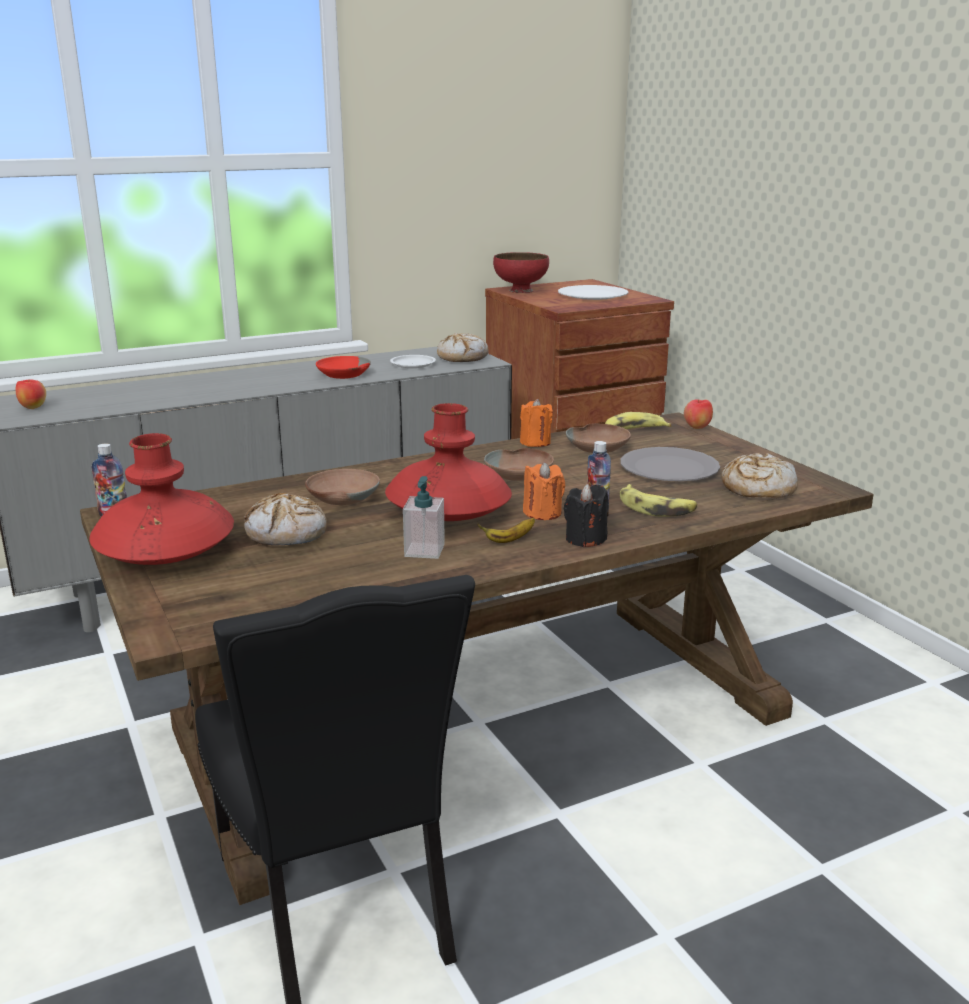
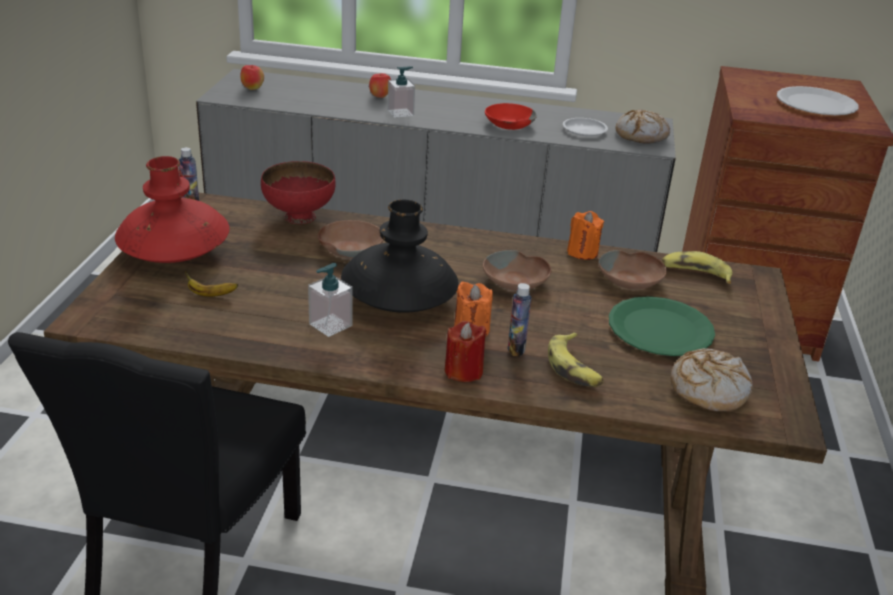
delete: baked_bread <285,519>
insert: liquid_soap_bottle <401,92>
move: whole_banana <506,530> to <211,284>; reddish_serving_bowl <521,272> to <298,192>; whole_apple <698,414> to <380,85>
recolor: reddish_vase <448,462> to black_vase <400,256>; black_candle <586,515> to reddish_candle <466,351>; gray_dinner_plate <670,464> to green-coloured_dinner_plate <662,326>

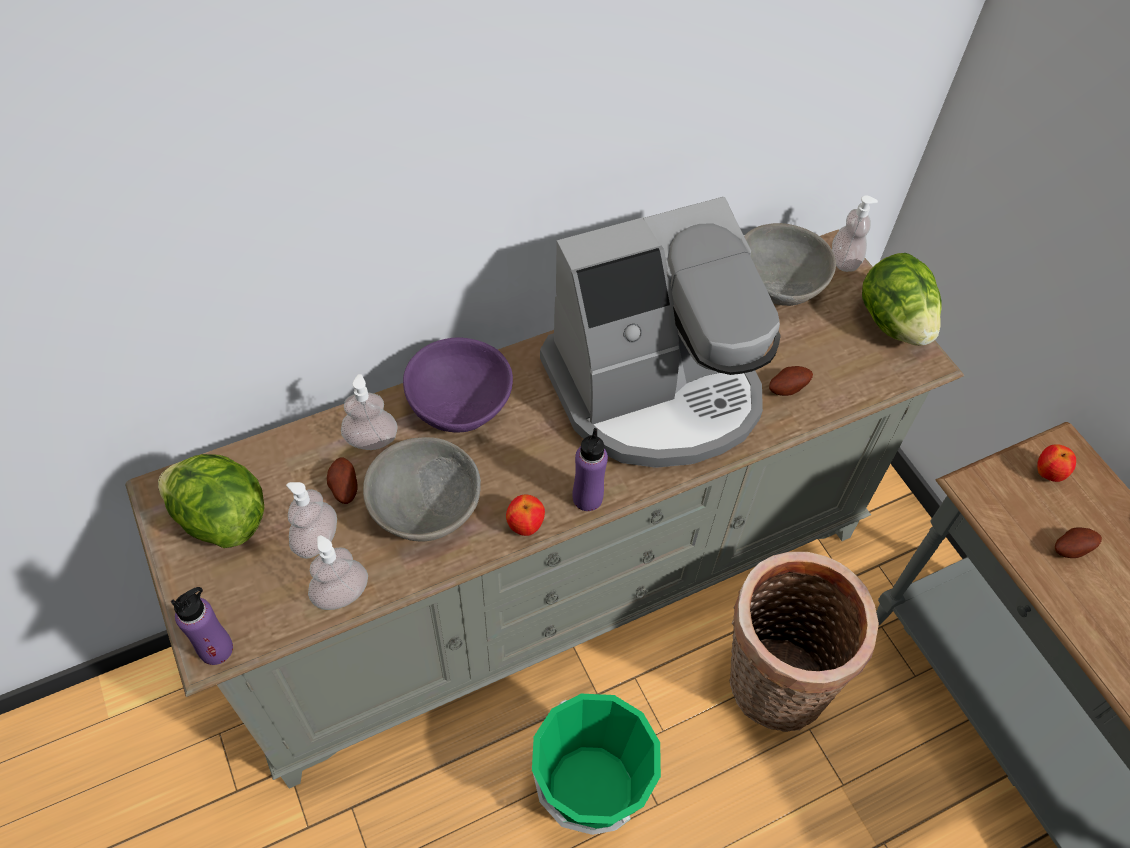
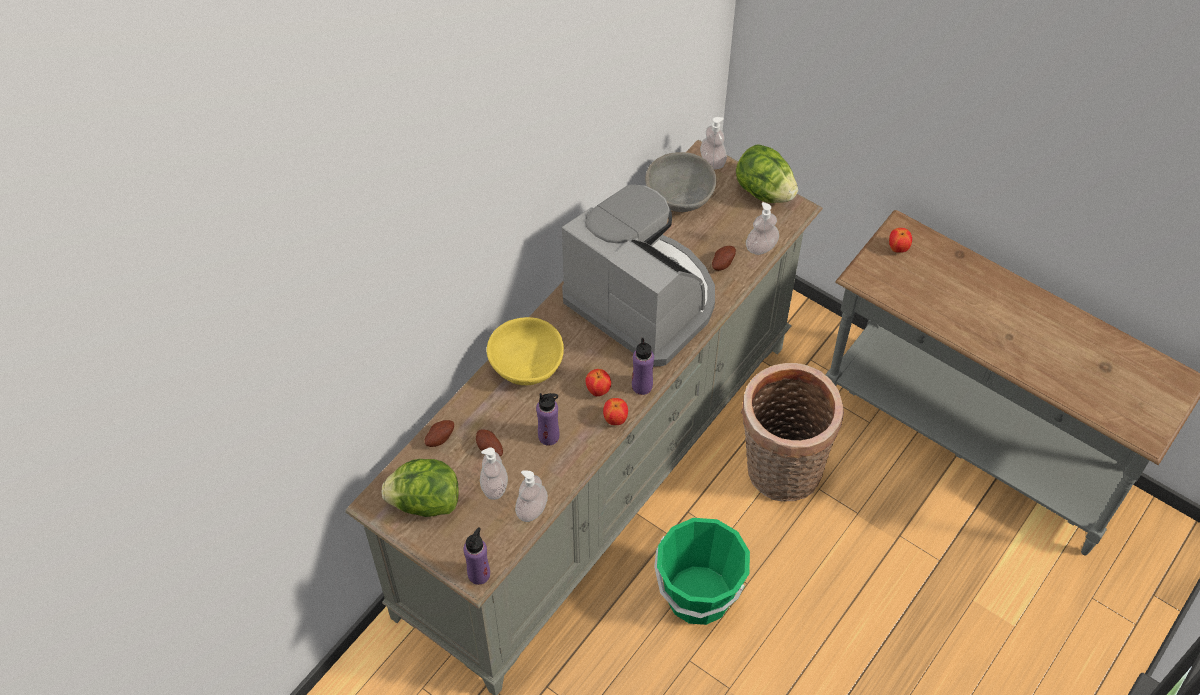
insert: whole_apple <598,382>
move: liquid_soap_bottle <369,412> to <762,228>; spud <1078,543> to <439,433>
replace: gray_serving_bowl <422,489> to purple_beverage_bottle <547,419>
recolor: purple_serving_bowl <458,385> to yellowish_serving_bowl <525,351>
rotate: coffee_maker <660,332> = <638,275> 90 degrees counterclockwise

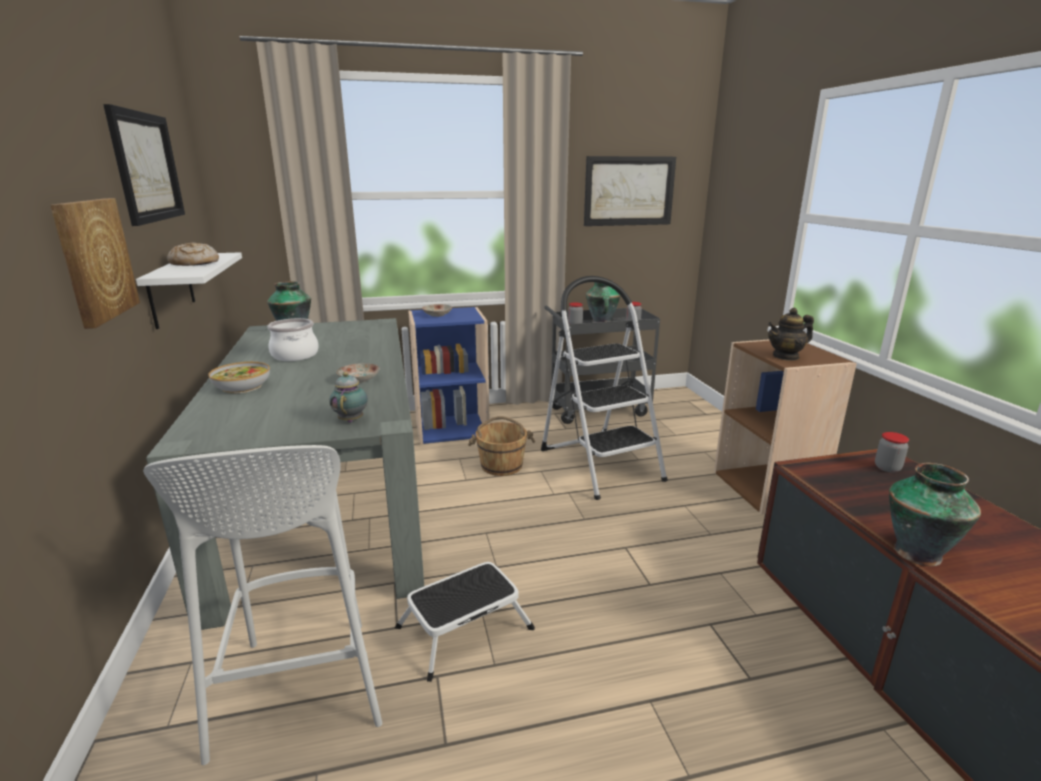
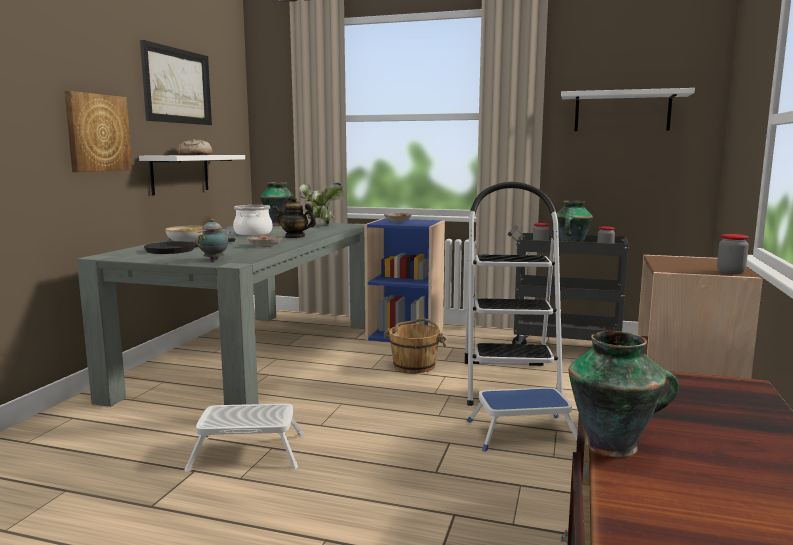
delete: white_sitting_stool <262,605>
insert: black_frying_pan <189,246>; potted_plant <322,204>; blue-coloured_step_stool <522,420>
move: pot_for_tea <791,334> to <295,217>; preserve_jar <892,452> to <733,254>
replace: wall_picture <630,191> to white_bracket_shelf <628,109>
recolor: black_step_stool <465,622> to white_step_stool <244,438>

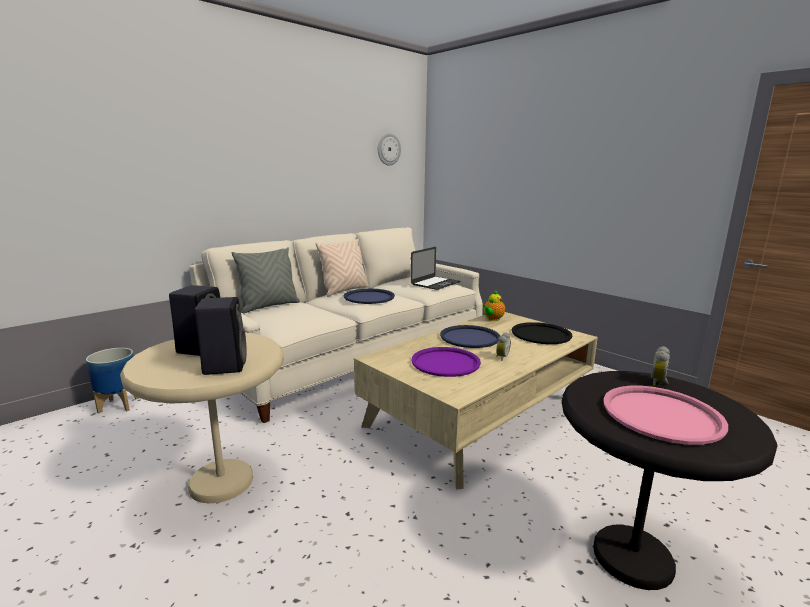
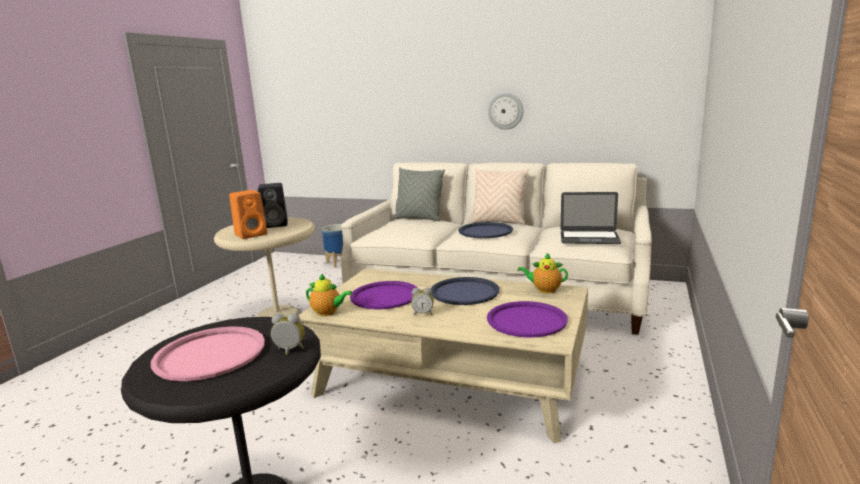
insert: pot_for_tea <329,294>
move: clock_on_the_wall <389,149> to <505,111>
recolor: black_audio_speaker <220,336> to orange-coloured_audio_speaker <248,214>; black_tray <542,333> to purple_tray <527,319>

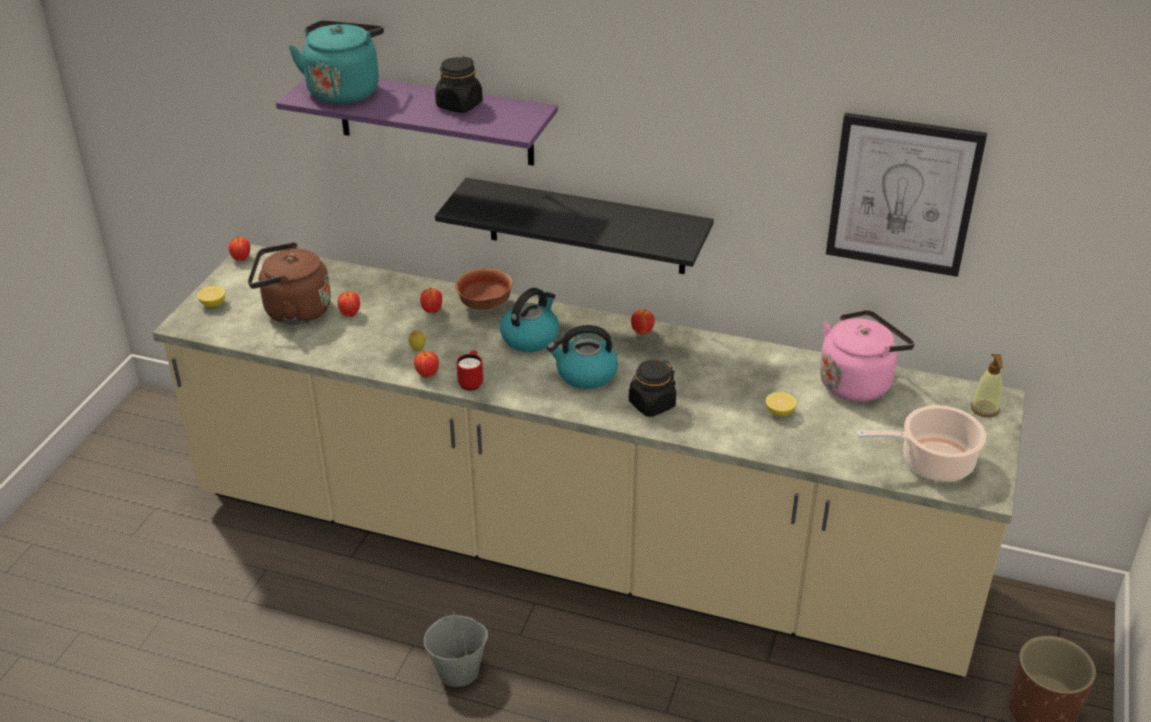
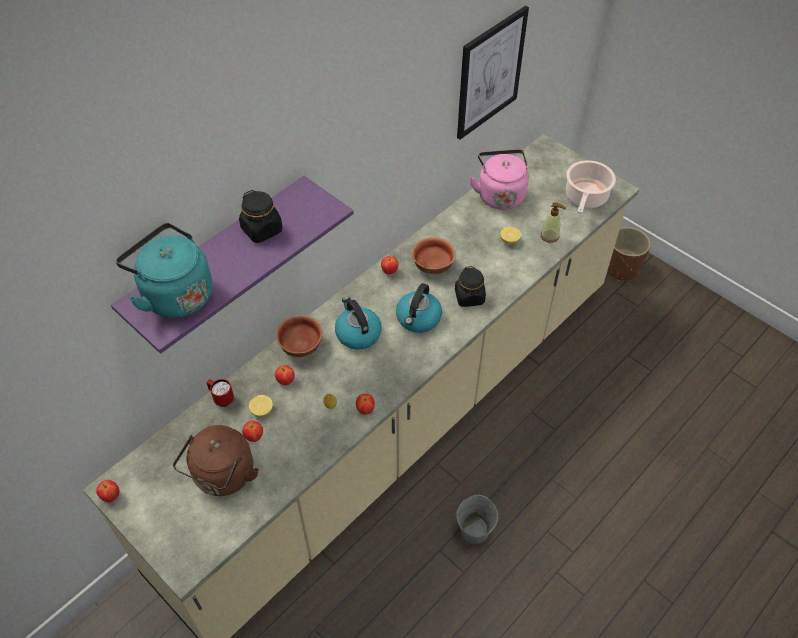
delete: black_bracket_shelf <574,226>
insert: serving_bowl <434,255>
move: citrus_fruit <211,296> to <261,406>; reddish_mug <469,370> to <220,393>; liquid_soap_bottle <987,385> to <553,222>

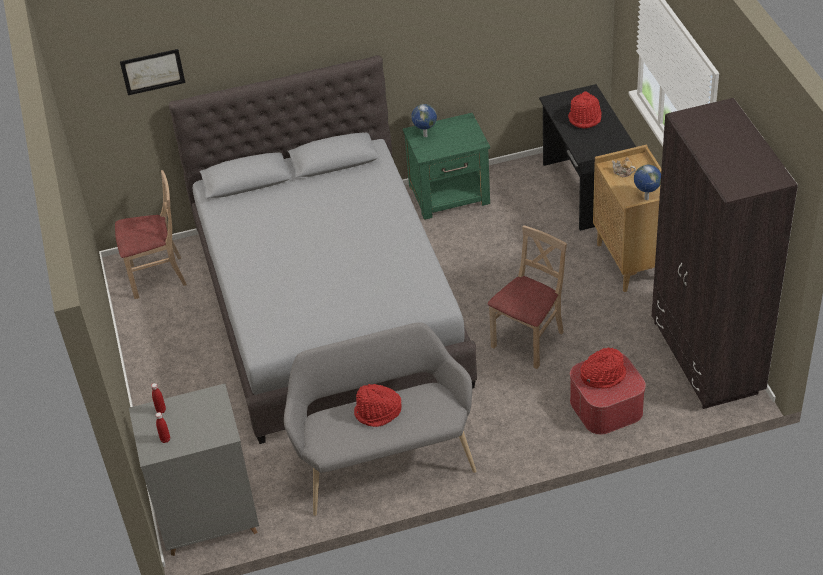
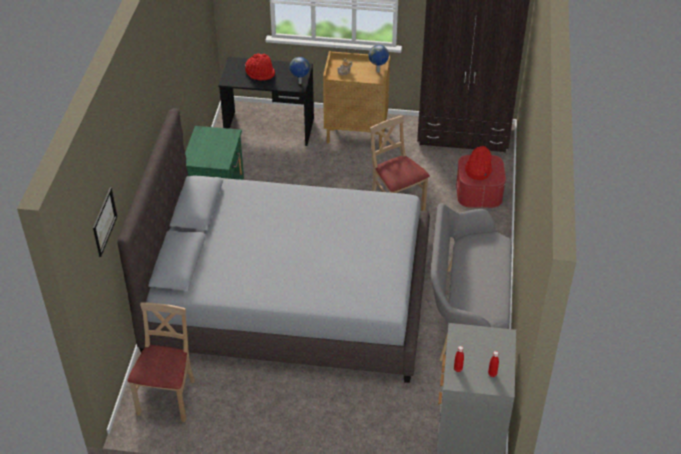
delete: reddish_clothing_hat <377,405>
move: globe <424,120> to <299,70>

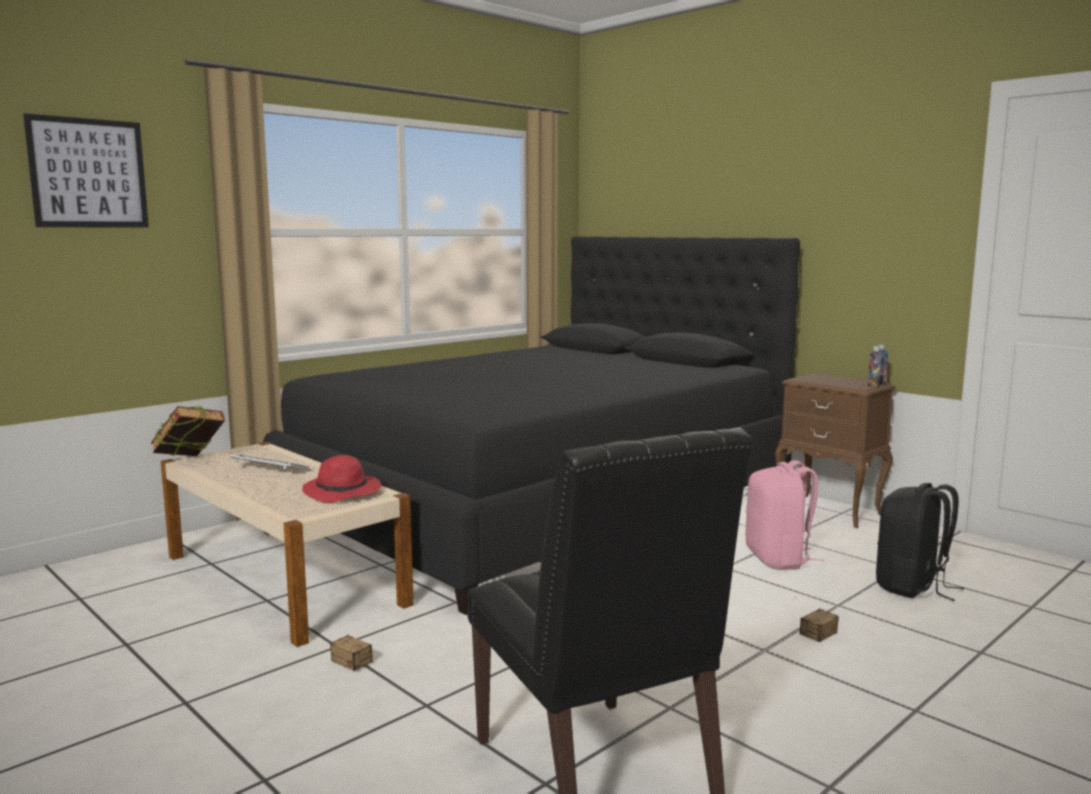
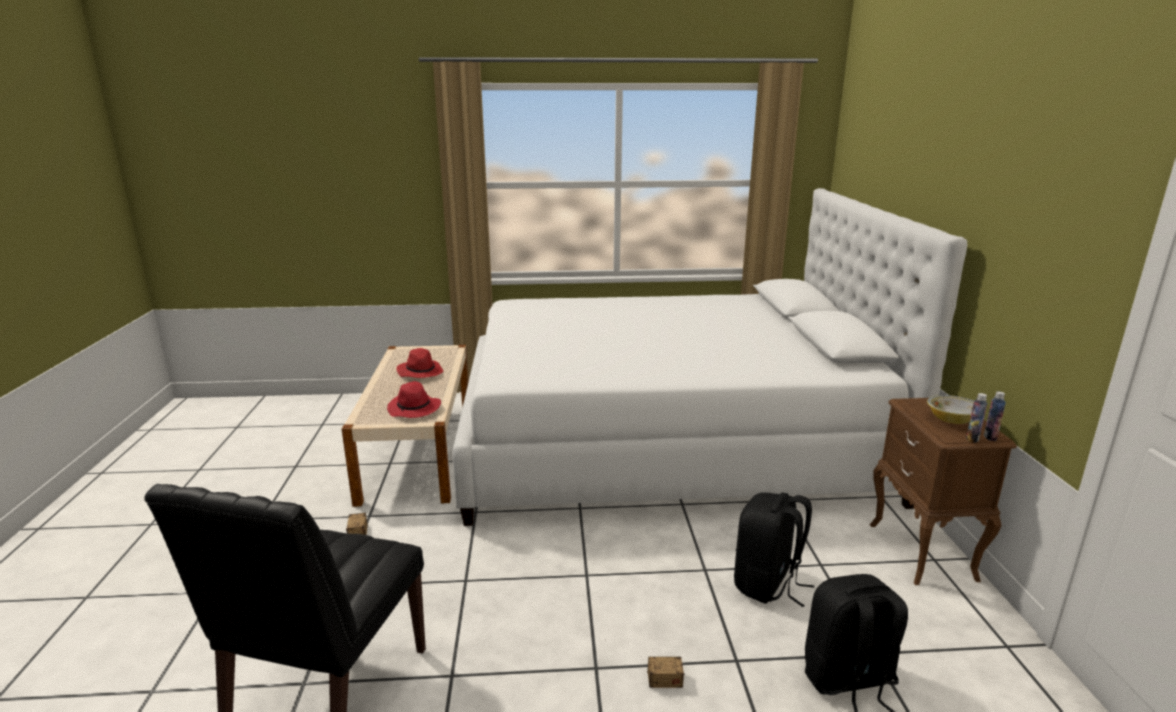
delete: wall_picture <86,170>; book <188,431>
insert: serving_bowl <950,409>
replace: keyboard <270,463> to reddish_clothing_hat <420,363>
recolor: black_bedroom_bed <532,425> to white_bedroom_bed <710,357>; pinkish_backpack <785,515> to black_backpack <774,549>

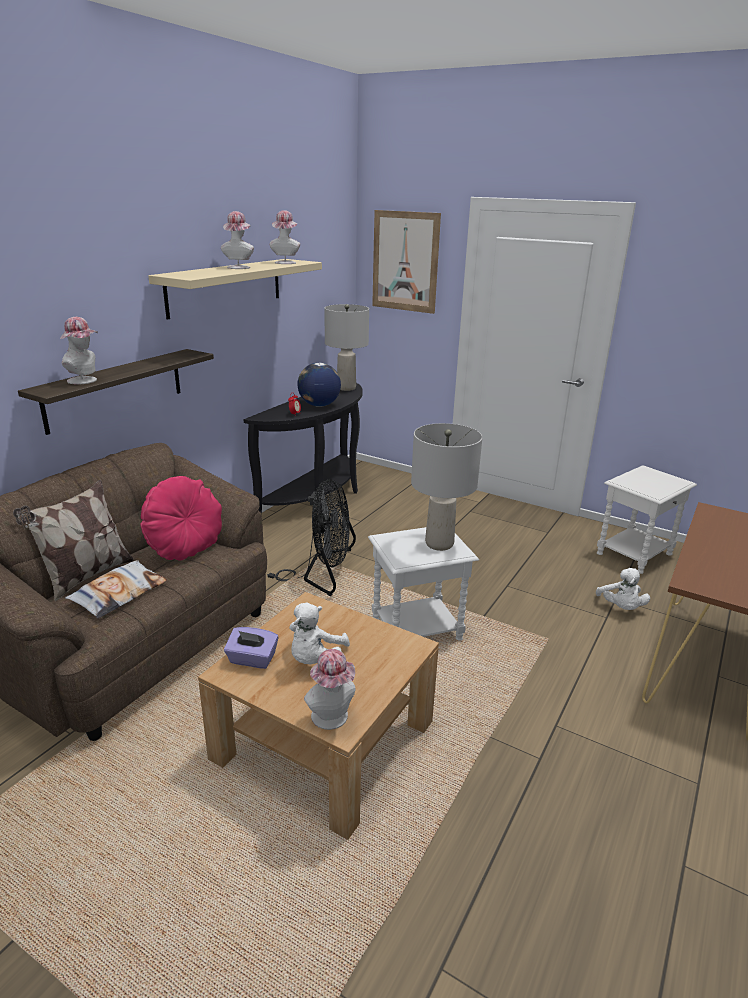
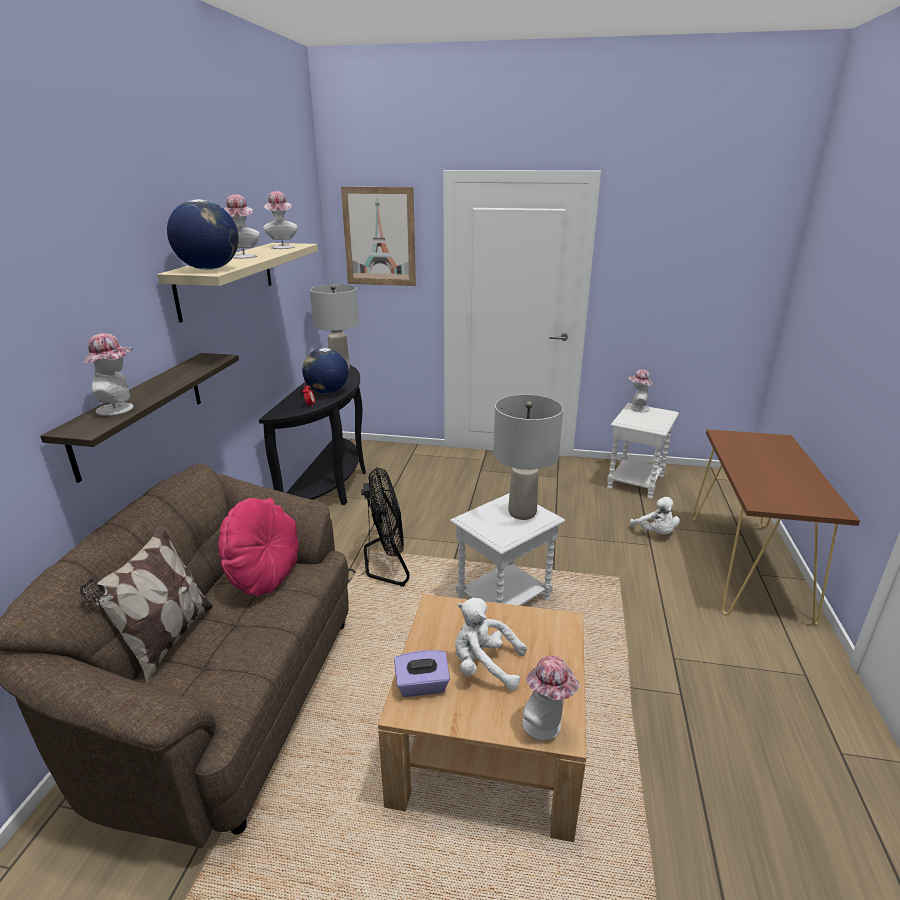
delete: throw_pillow <116,589>
insert: globe <203,234>; clothing_hat <641,390>
rotate: white_plush_toy <319,633> = <490,644> 105 degrees clockwise

